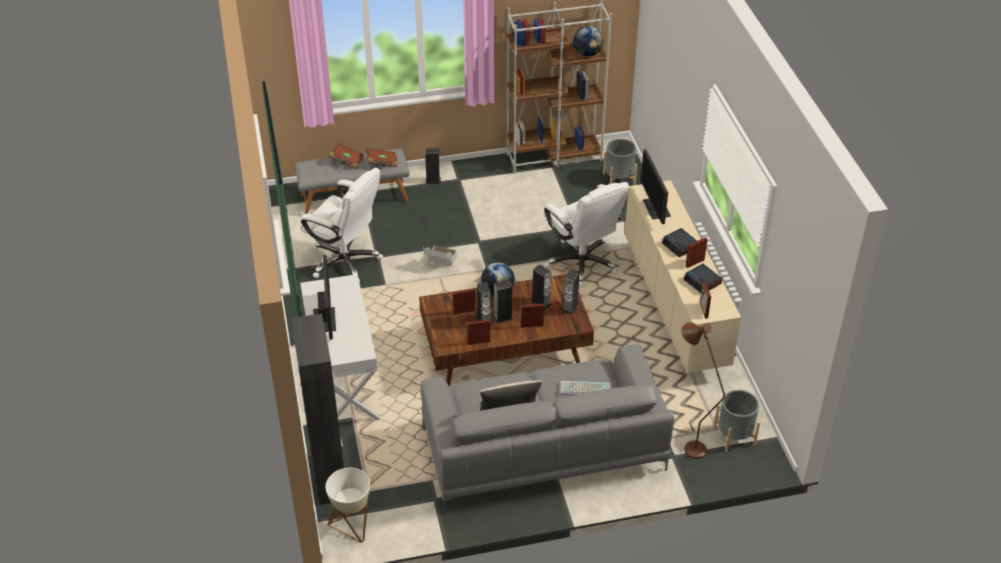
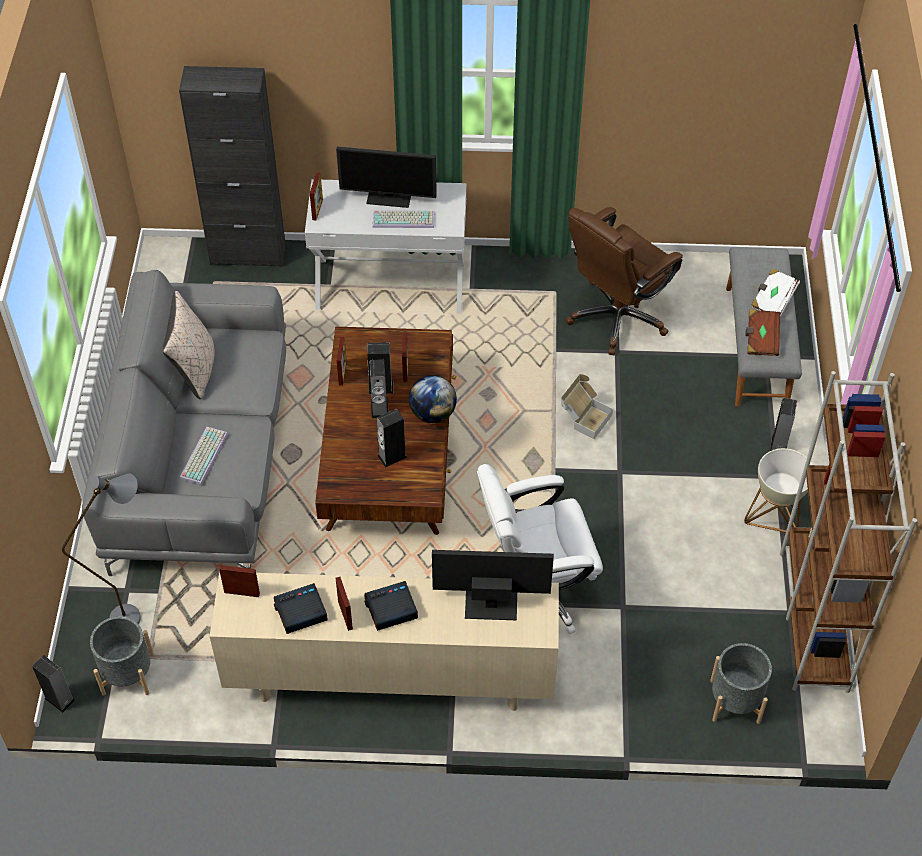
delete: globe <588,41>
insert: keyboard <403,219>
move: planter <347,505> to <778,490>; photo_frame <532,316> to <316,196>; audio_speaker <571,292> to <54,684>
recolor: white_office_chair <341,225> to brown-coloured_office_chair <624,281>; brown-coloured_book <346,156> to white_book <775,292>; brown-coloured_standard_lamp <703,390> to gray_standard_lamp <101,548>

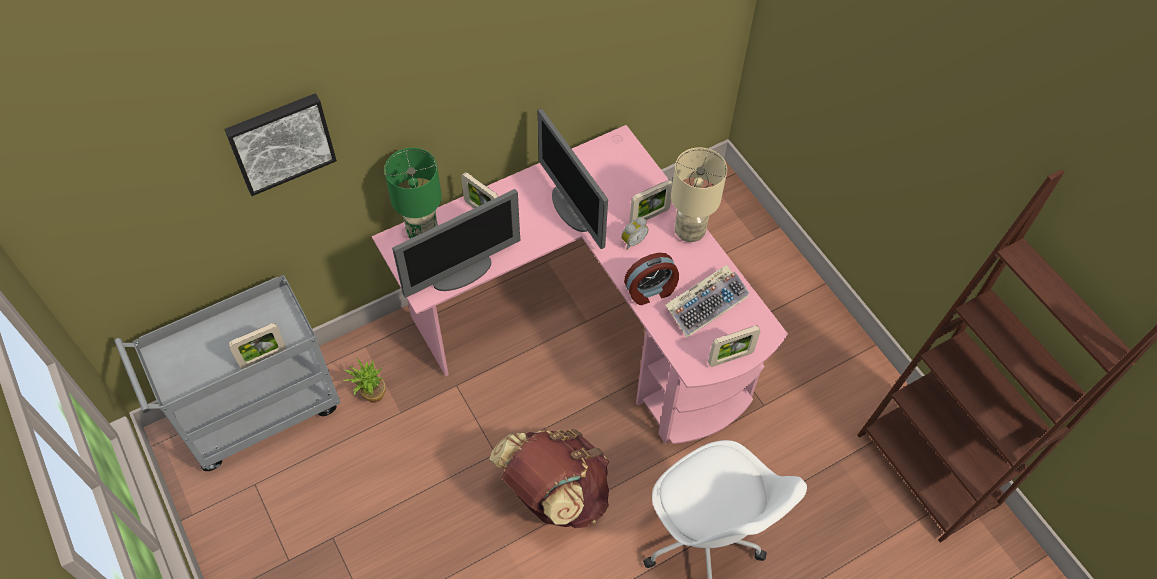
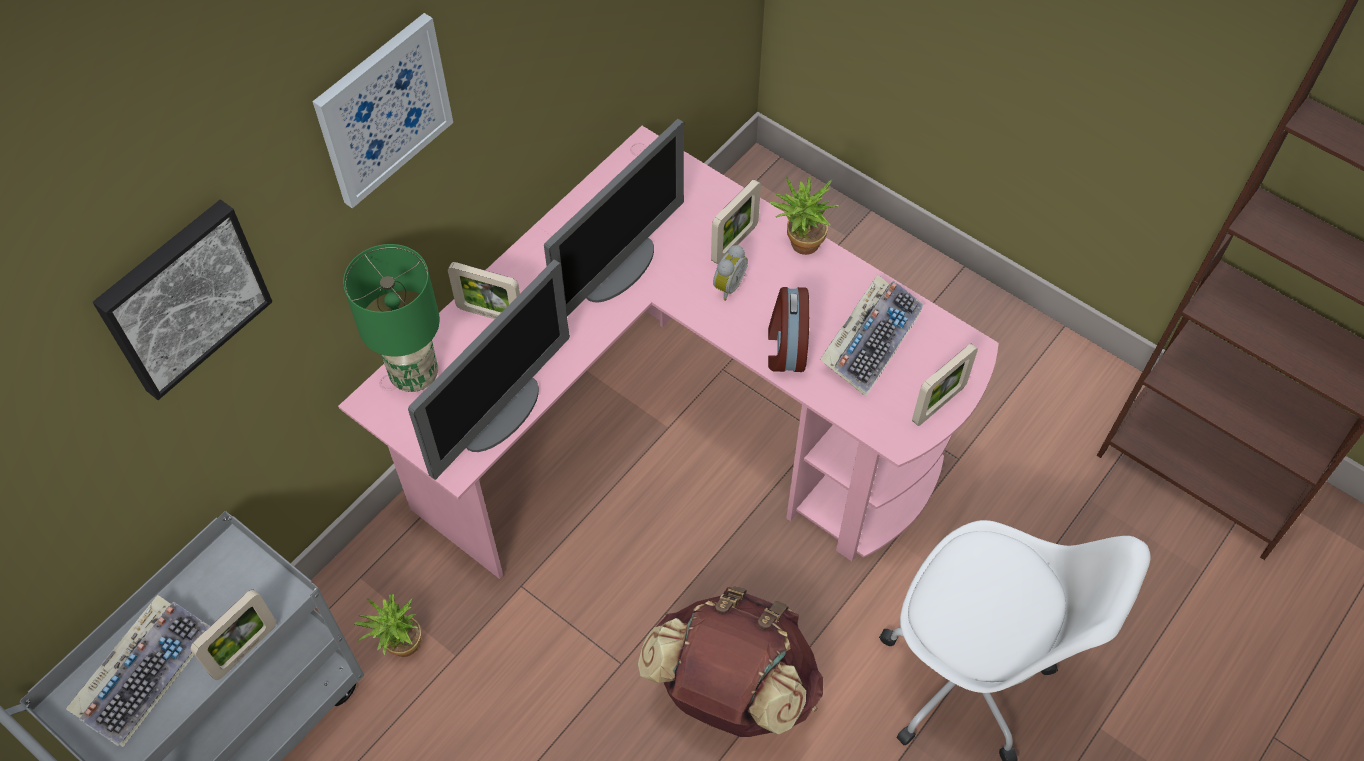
insert: keyboard <138,671>; wall_picture <382,110>
replace: sand-coloured_tabletop_lamp <699,194> to potted_plant <804,216>
rotate: computer_screen <572,178> = <614,217> 90 degrees counterclockwise; bedside_clock <651,279> = <788,329> 135 degrees clockwise

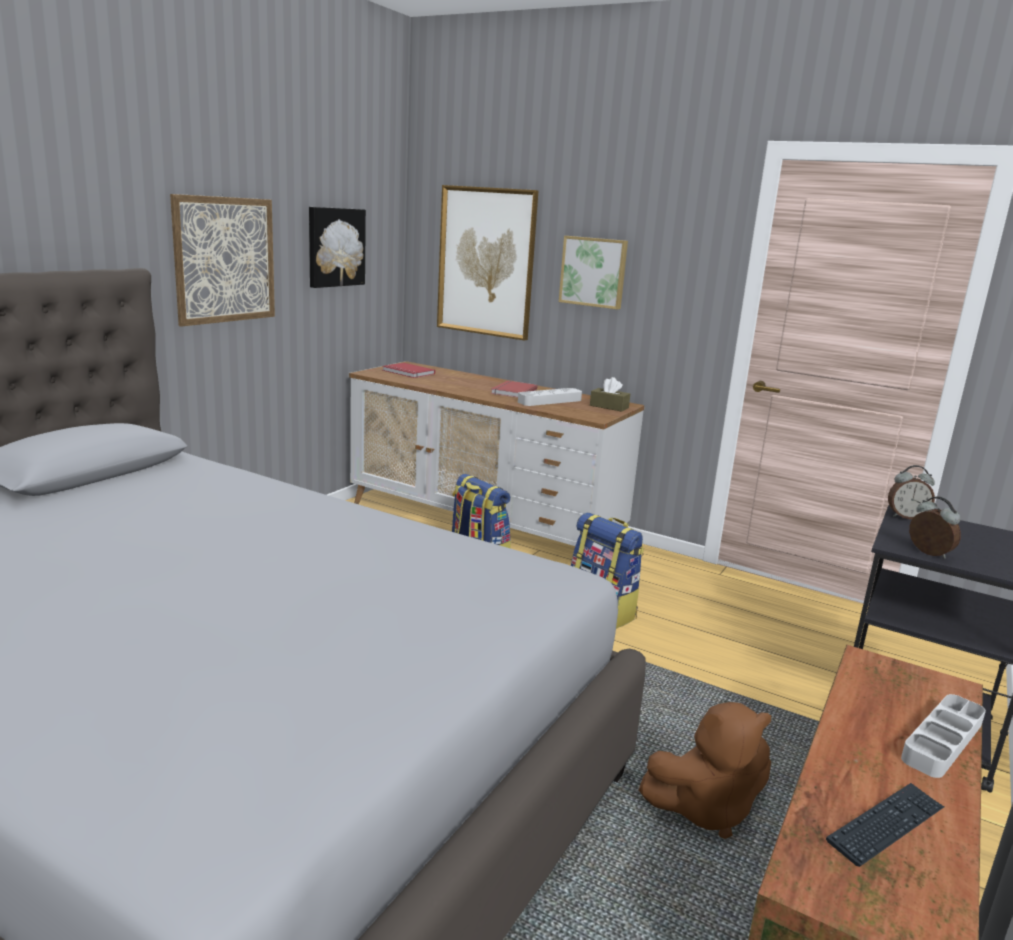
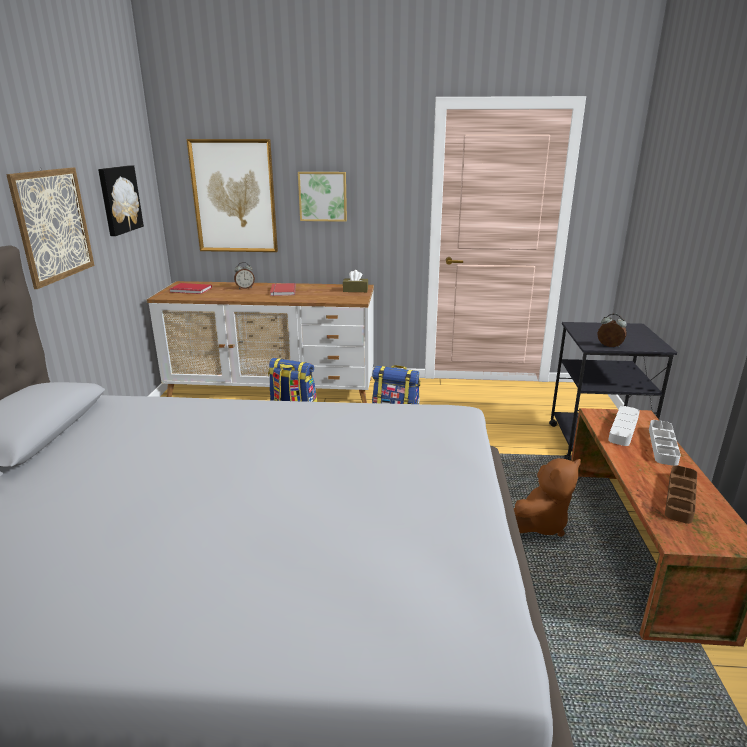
move: gray_tray <550,397> to <624,426>; bedside_clock <911,492> to <244,275>
replace: keyboard <885,825> to brown-coloured_tray <681,494>

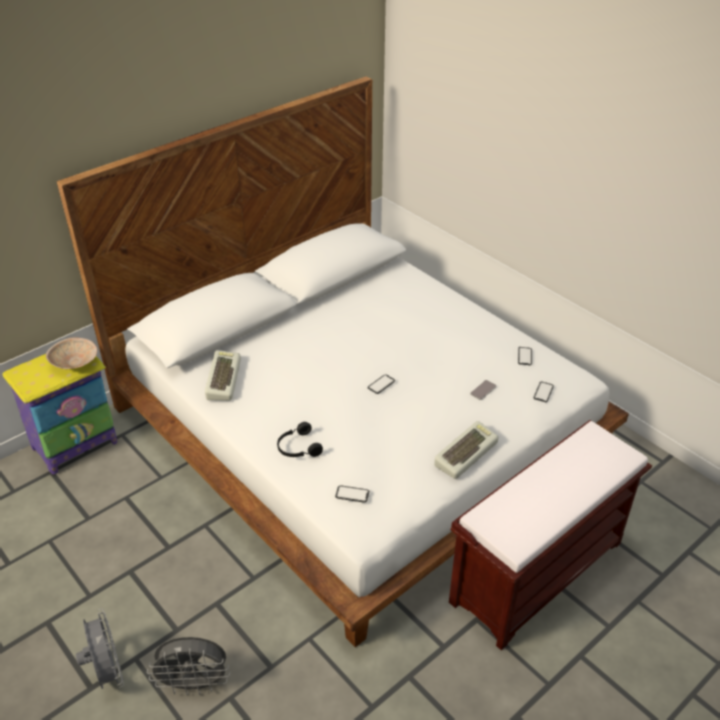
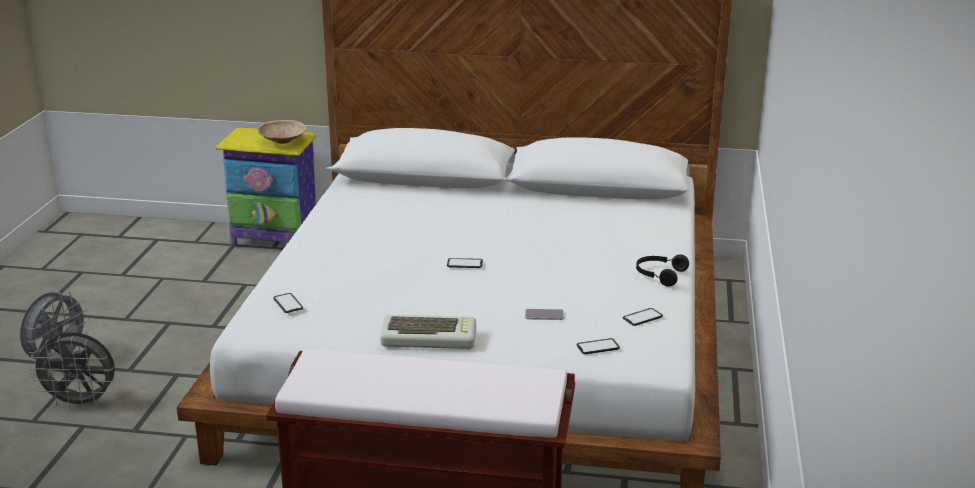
delete: keyboard <223,375>
move: black_headset <300,439> to <662,271>
rotate: gray_fan <188,666> = <72,371> 45 degrees counterclockwise

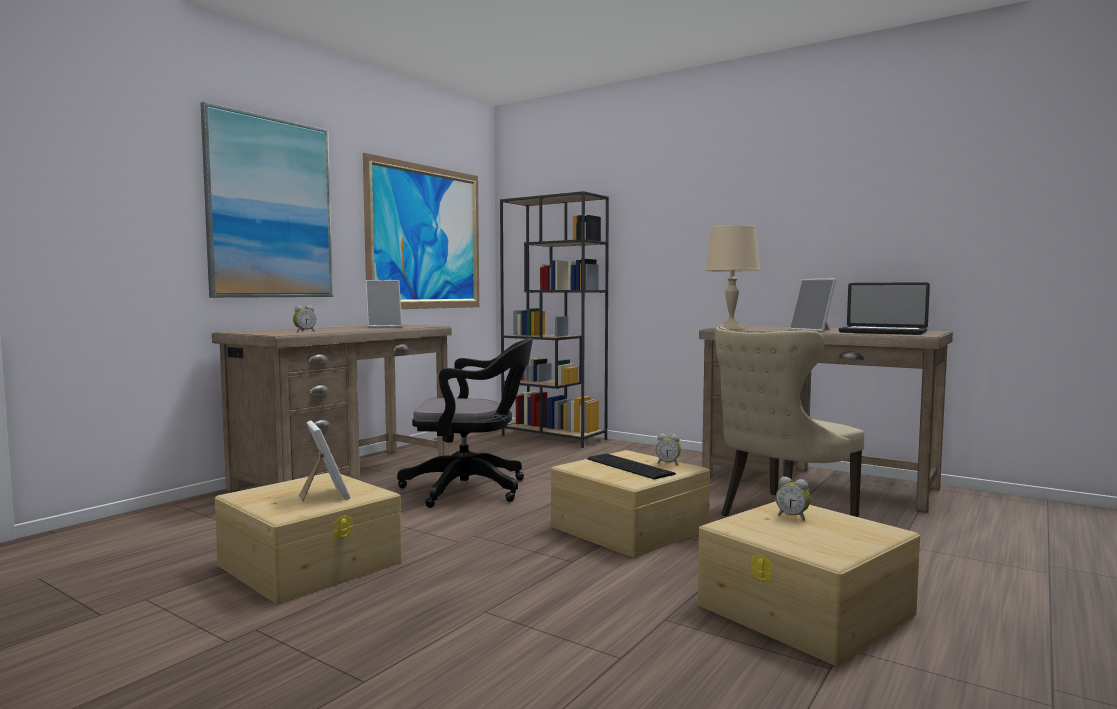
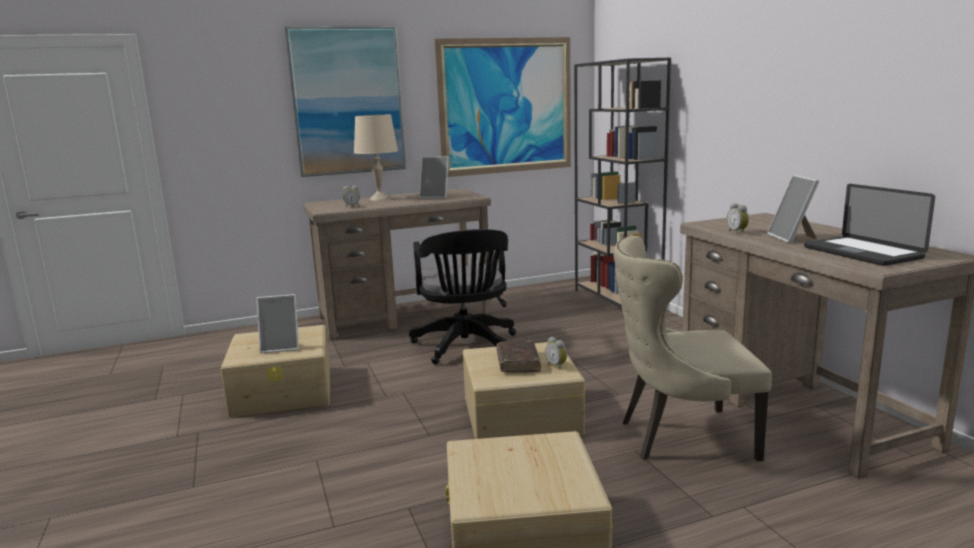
move: sand-coloured_tabletop_lamp <732,277> to <376,158>; bedside_clock <793,498> to <738,218>
replace: keyboard <631,466> to brown-coloured_book <518,356>
rotate: photo_frame <324,461> = <278,324> 75 degrees clockwise; black_office_chair <465,423> = <462,296> 45 degrees clockwise

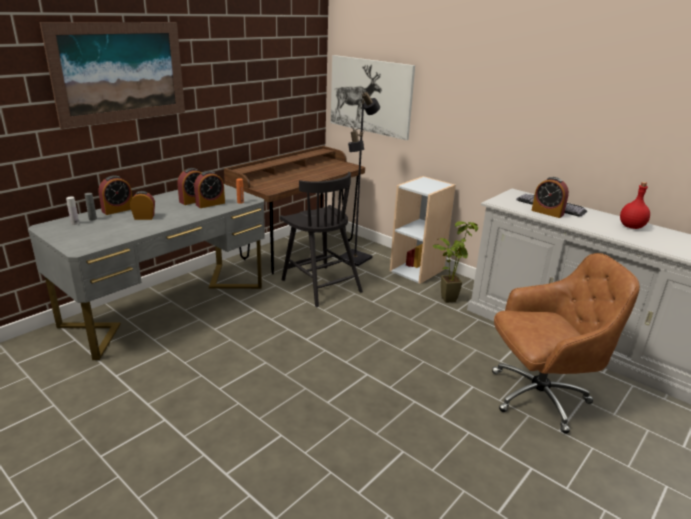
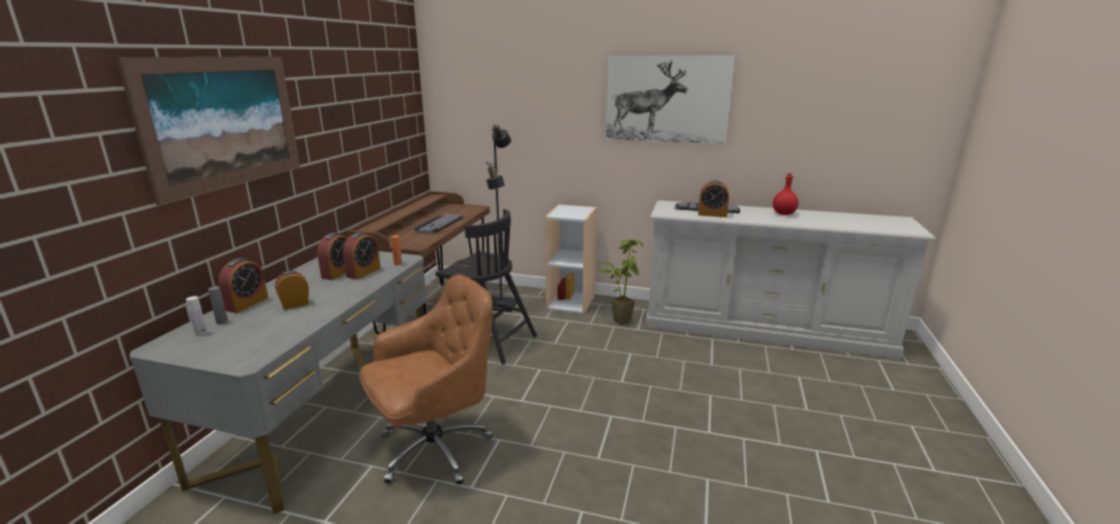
insert: keyboard <438,224>
move: wall_picture <373,97> to <670,100>; brown-coloured_office_chair <566,343> to <426,379>

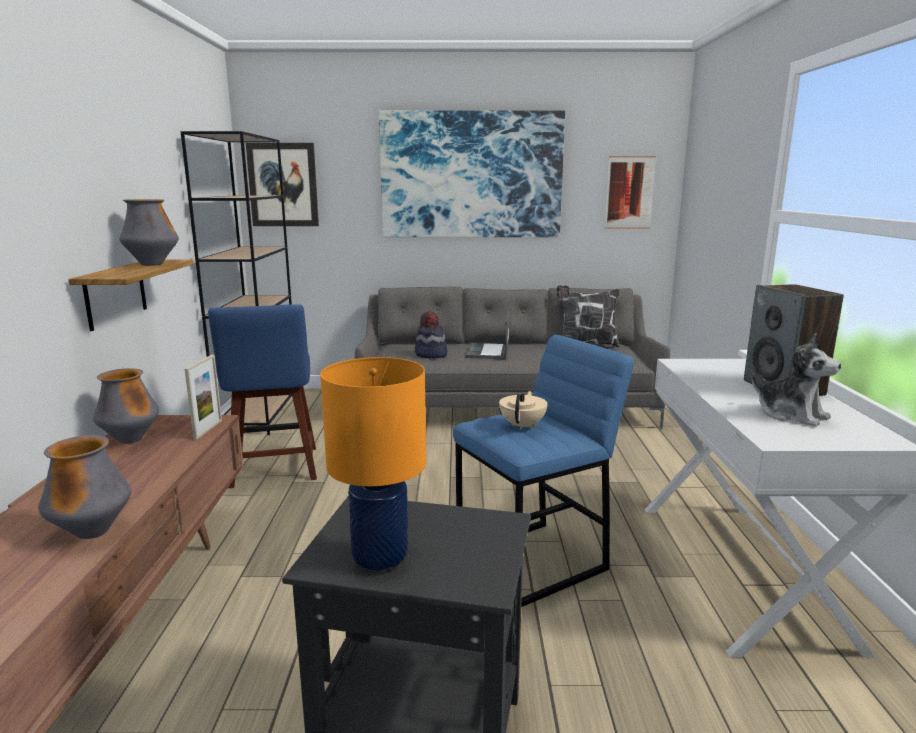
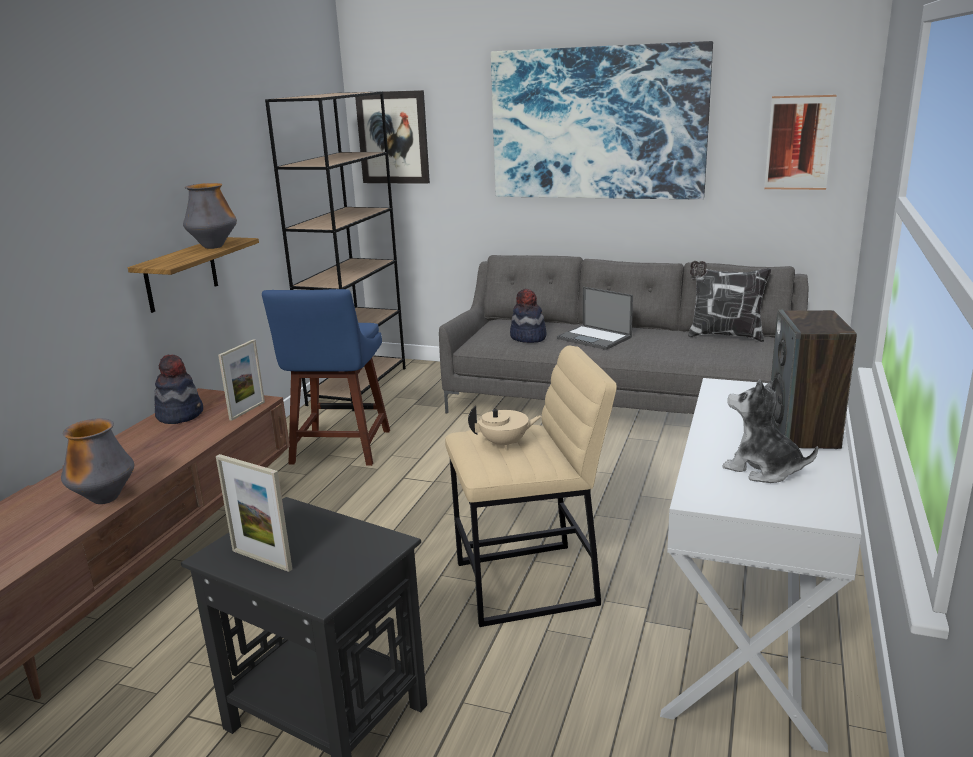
replace: vase <126,406> to clothing_hat <178,389>; orange-coloured_tabletop_lamp <373,463> to photo_frame <254,513>
recolor: blue-coloured_sitting_stool <543,471> to sand-coloured_sitting_stool <531,486>
rotate: notebook_computer <487,335> = <595,318> 75 degrees counterclockwise; sand-coloured_pot_for_tea <523,410> = <505,428> 45 degrees clockwise; plush_toy <796,380> = <770,431> 150 degrees clockwise

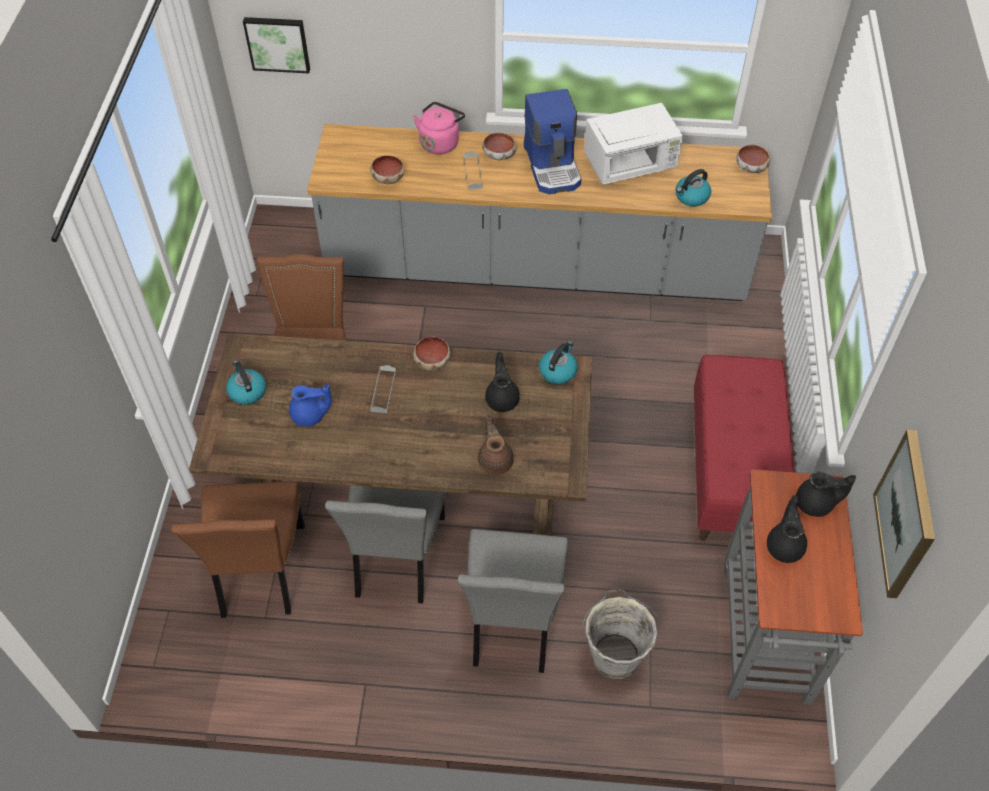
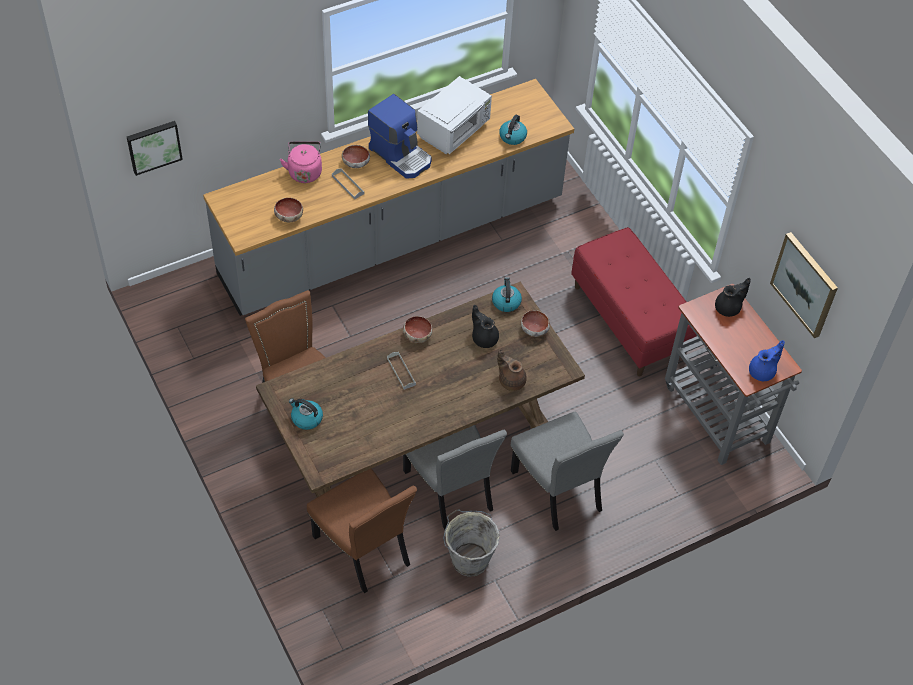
delete: black_pot_for_tea <787,529>
move: blue-coloured_pot_for_tea <310,406> to <767,360>; gray_water_bucket <620,634> to <471,543>; serving_bowl <753,159> to <535,323>

